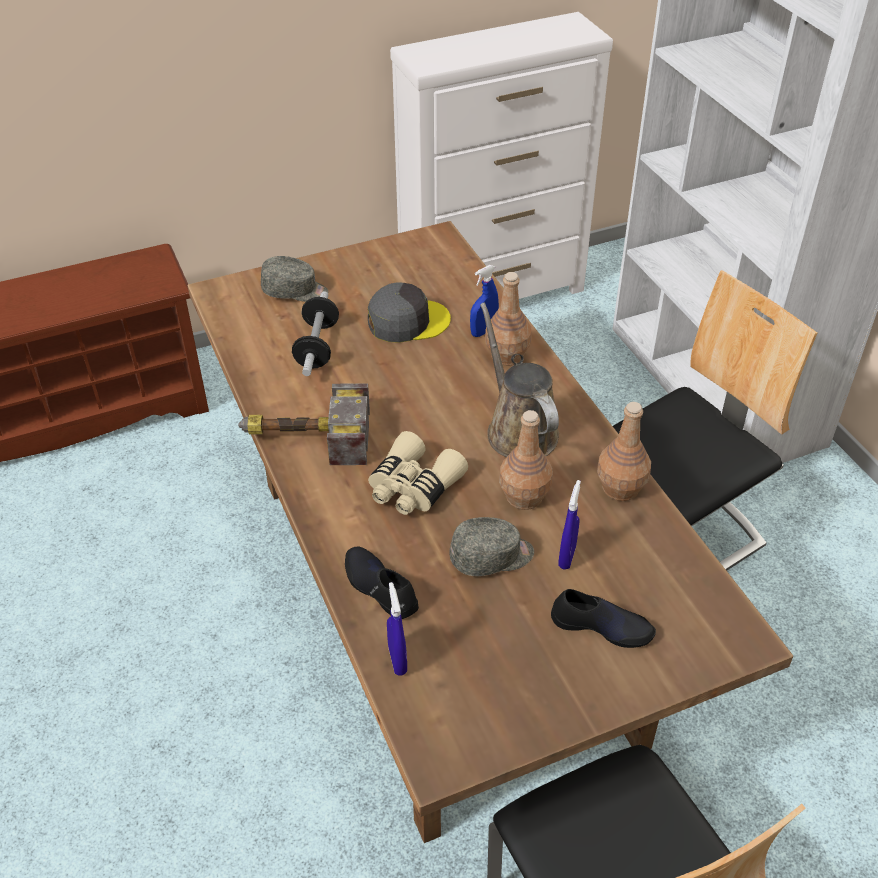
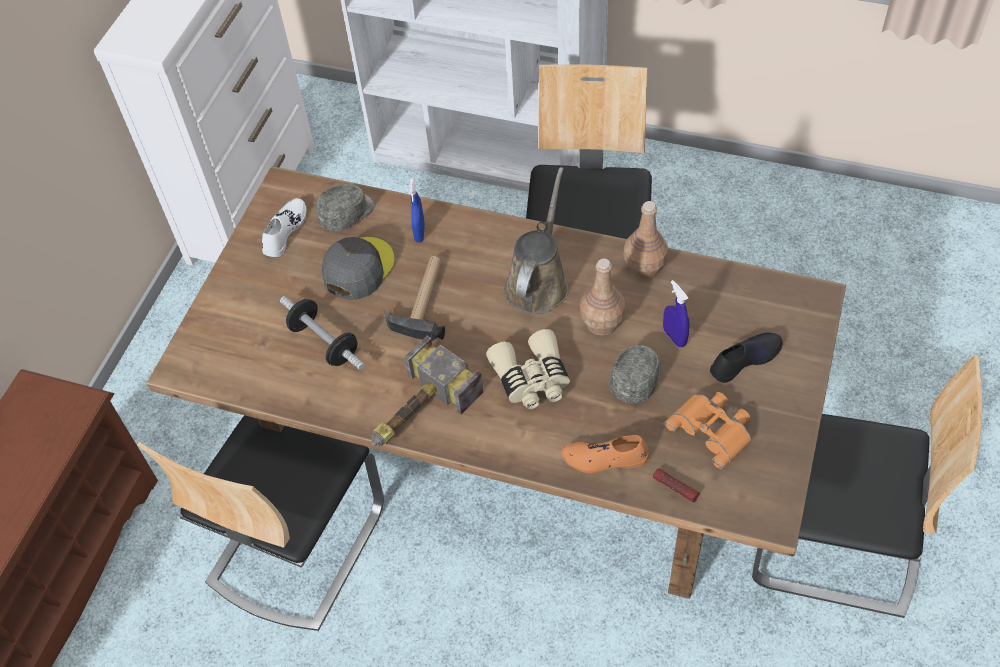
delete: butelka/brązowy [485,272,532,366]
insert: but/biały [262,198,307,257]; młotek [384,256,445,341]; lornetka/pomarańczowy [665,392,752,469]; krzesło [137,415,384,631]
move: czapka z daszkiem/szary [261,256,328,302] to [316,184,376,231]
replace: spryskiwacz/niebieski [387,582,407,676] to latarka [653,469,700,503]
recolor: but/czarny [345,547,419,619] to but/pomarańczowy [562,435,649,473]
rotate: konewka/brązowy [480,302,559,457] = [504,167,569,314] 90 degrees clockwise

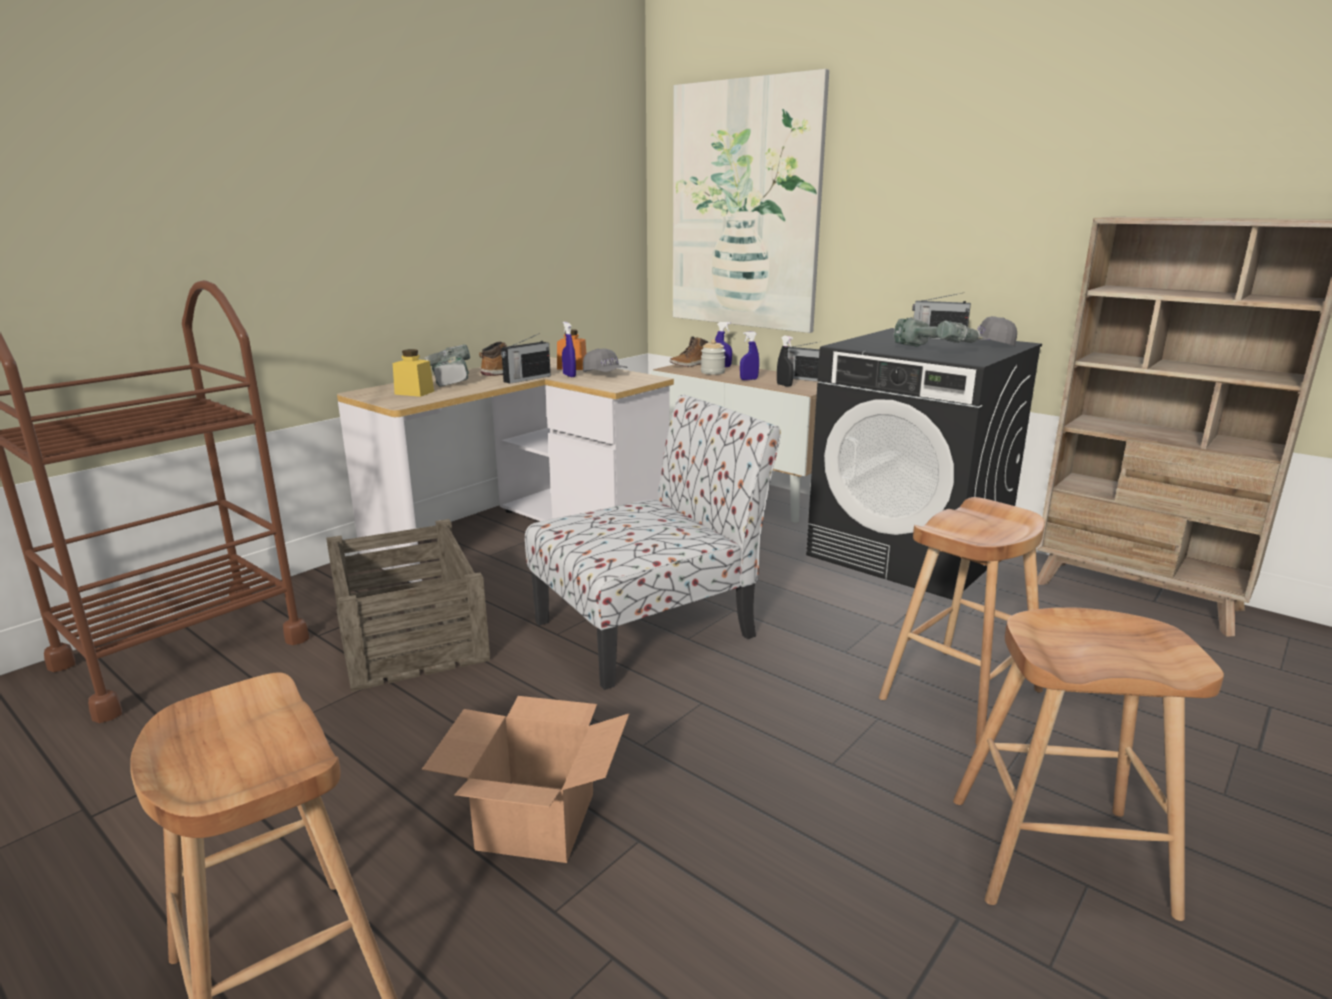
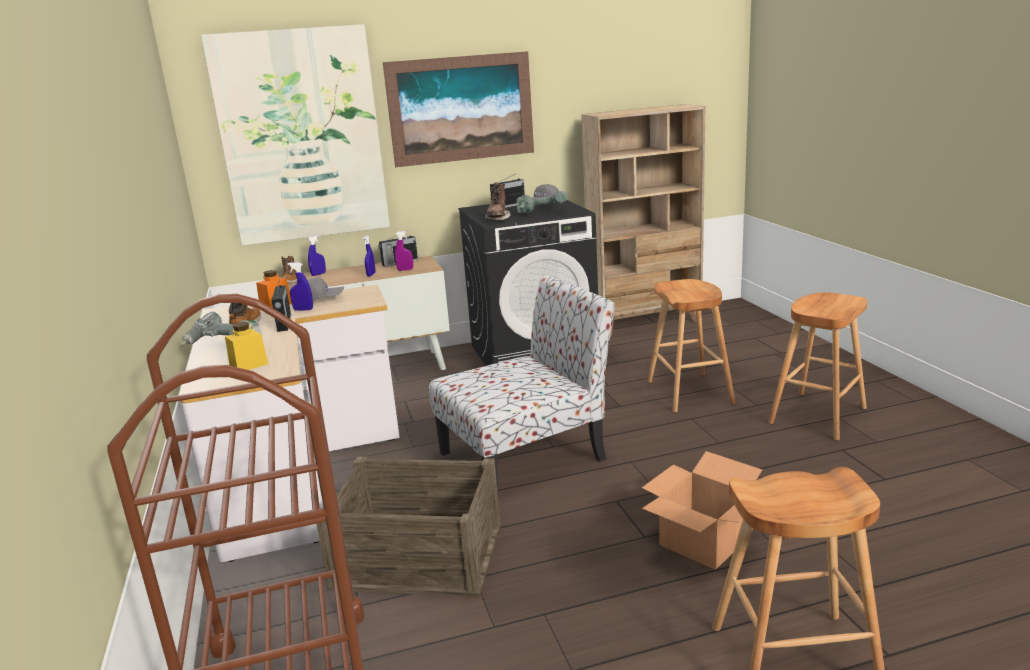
delete: słoik [701,339,726,375]
insert: obraz [383,51,534,167]; but z cholewką/brązowy [485,182,510,220]
recolor: spryskiwacz/czarny [777,336,794,387] to spryskiwacz/fioletowy [395,231,413,271]
rotate: krzesło [525,395,781,690] = [429,275,615,493] 60 degrees clockwise

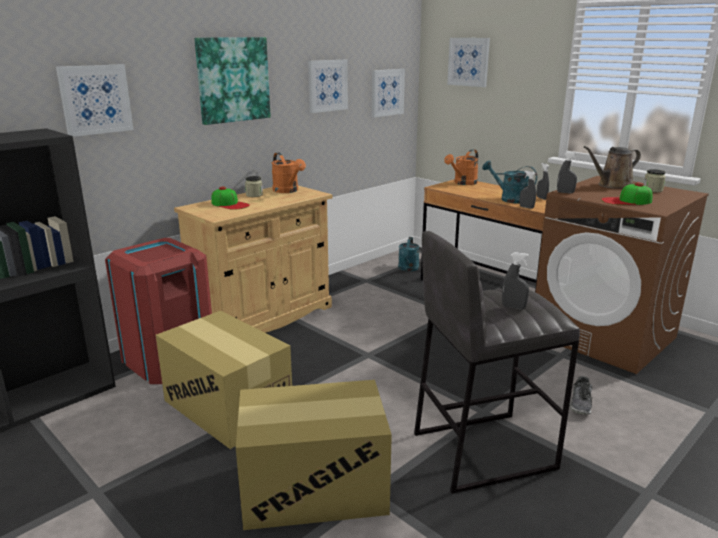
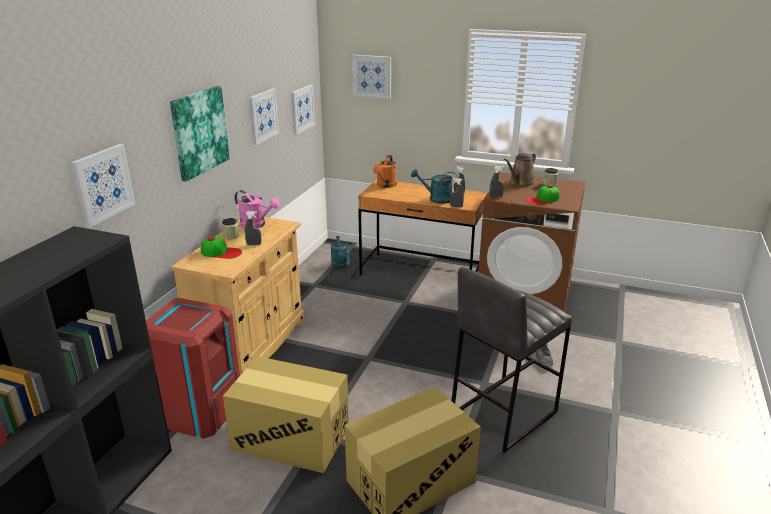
move: spryskiwacz/szary [502,252,530,309] to [245,211,261,245]
recolor: konewka/pomarańczowy [271,153,306,193] to konewka/różowy [234,190,280,228]

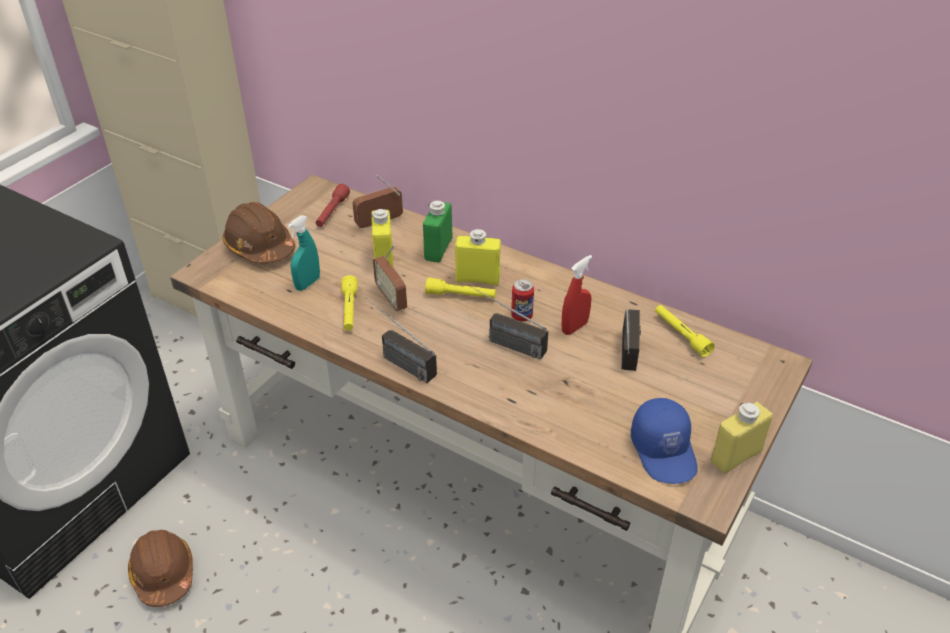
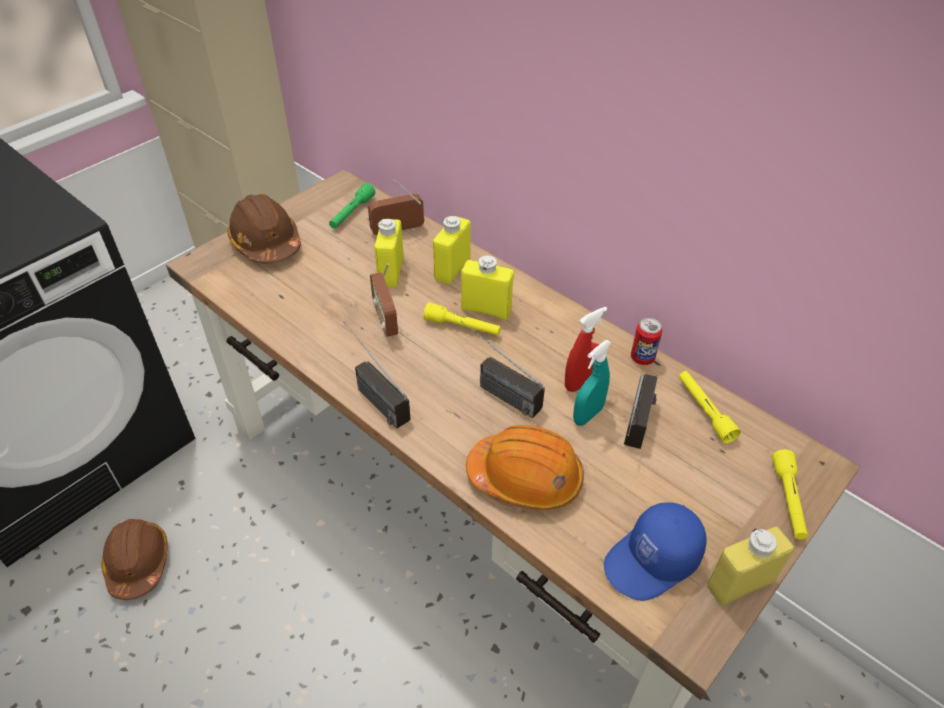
insert: kask/pomarańczowy [466,425,584,510]
move: spryskiwacz/turkusowy [287,215,320,291] to [573,340,611,426]; latarka/żółty [341,275,358,331] to [772,449,808,539]; puszka [511,279,534,321] to [631,318,662,365]
recolor: latarka/czerwony [316,184,350,227] to latarka/zielony [329,183,375,228]; butelka/zielony [423,200,453,262] to butelka/żółty [433,216,471,284]
rotate: czapka z daszkiem/niebieski [631,398,698,484] = [604,502,706,601] 60 degrees clockwise

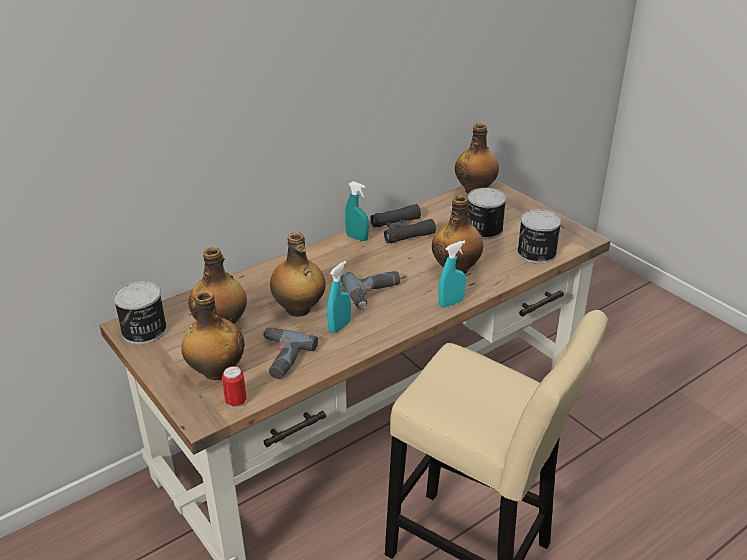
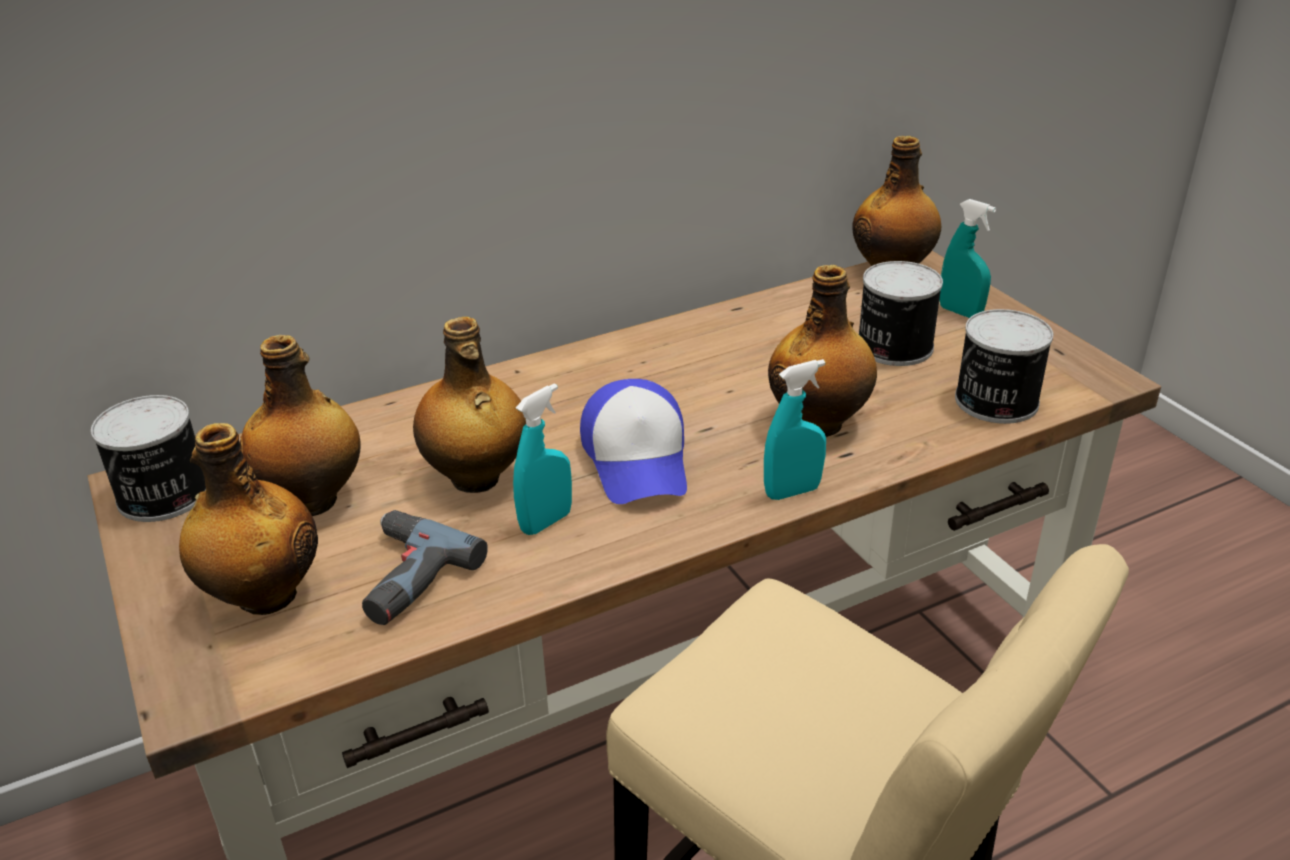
delete: lornetka/czarny [370,204,436,243]; puszka [222,366,247,408]
move: spryskiwacz/turkusowy [345,181,369,241] to [940,199,996,318]
replace: wiertarka [341,271,400,309] to czapka z daszkiem [580,379,687,504]

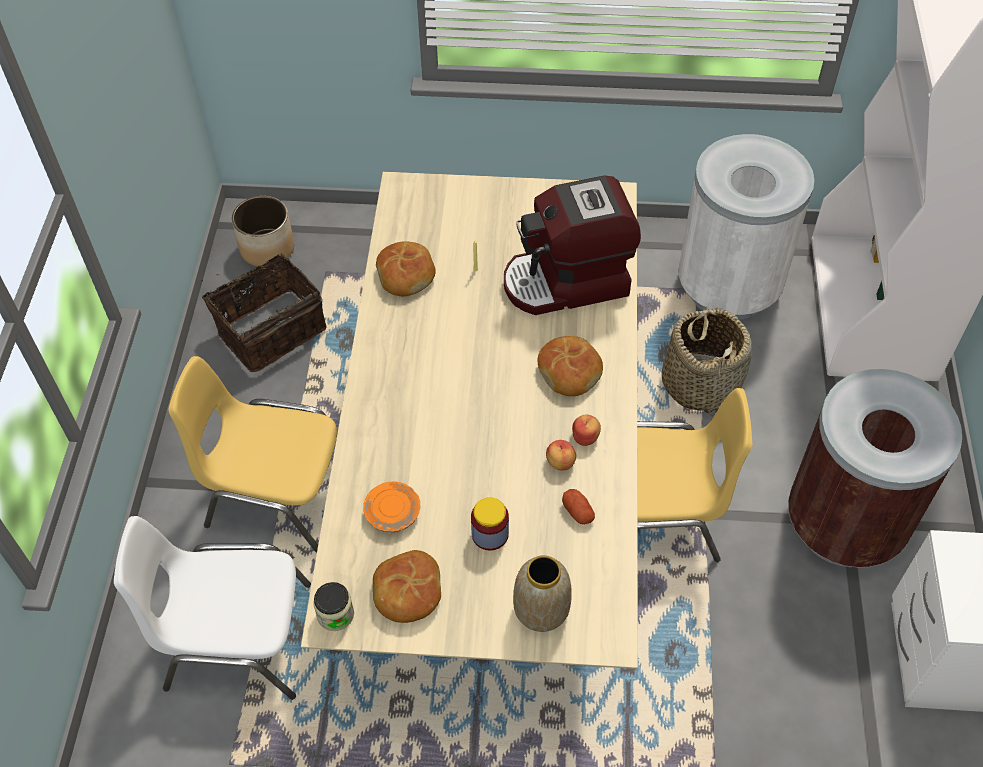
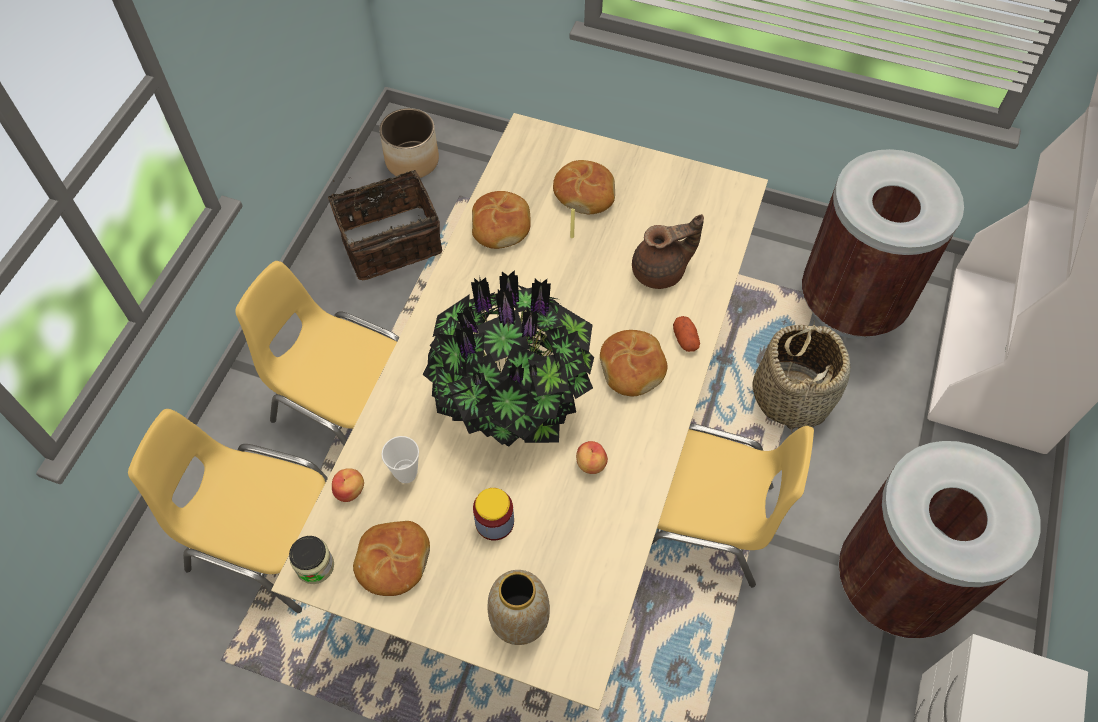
insert: chleb [553,160,615,214]; roślina doniczkowa [423,270,594,447]
move: jabłko [572,415,601,446] to [332,468,364,502]; ziemniak [562,489,595,525] to [673,316,700,352]
replace: ekspres do kawy [504,175,641,315] to imbryk/brązowy [632,214,704,289]; talerz/pomarańczowy [363,481,420,532] to filiżanka [381,436,419,483]
recolor: kosz na śmieci/biały [678,134,814,320] to kosz na śmieci/brązowy [802,149,964,339]; krzesło/biały [114,516,311,700] to krzesło/żółty [128,409,328,613]

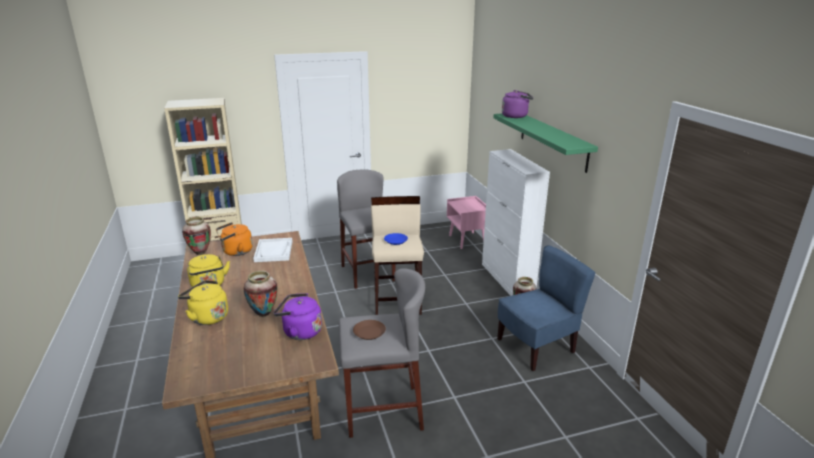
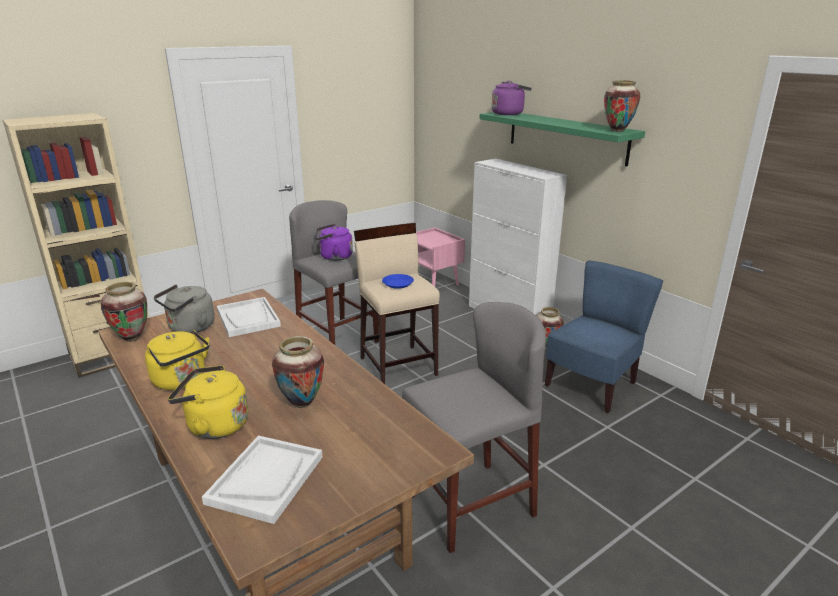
delete: talerz/brązowy [353,320,386,340]
insert: wazon [604,80,640,132]; taca/biały [202,436,322,524]
move: czajnik/fioletowy [274,293,322,340] to [316,224,353,261]
recolor: czajnik/pomarańczowy [216,222,253,256] to czajnik/szary [154,284,215,334]

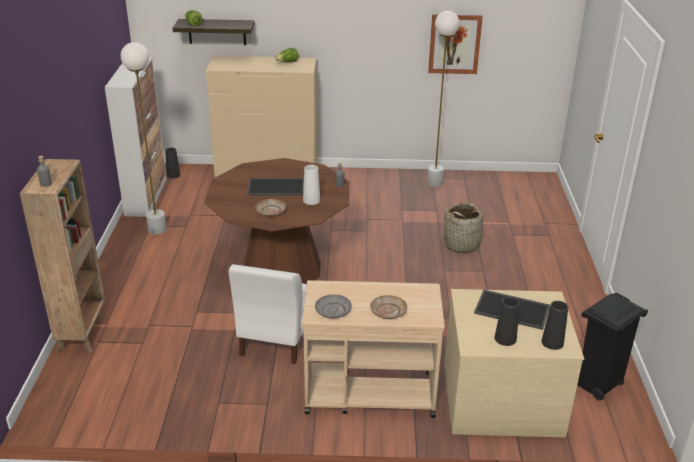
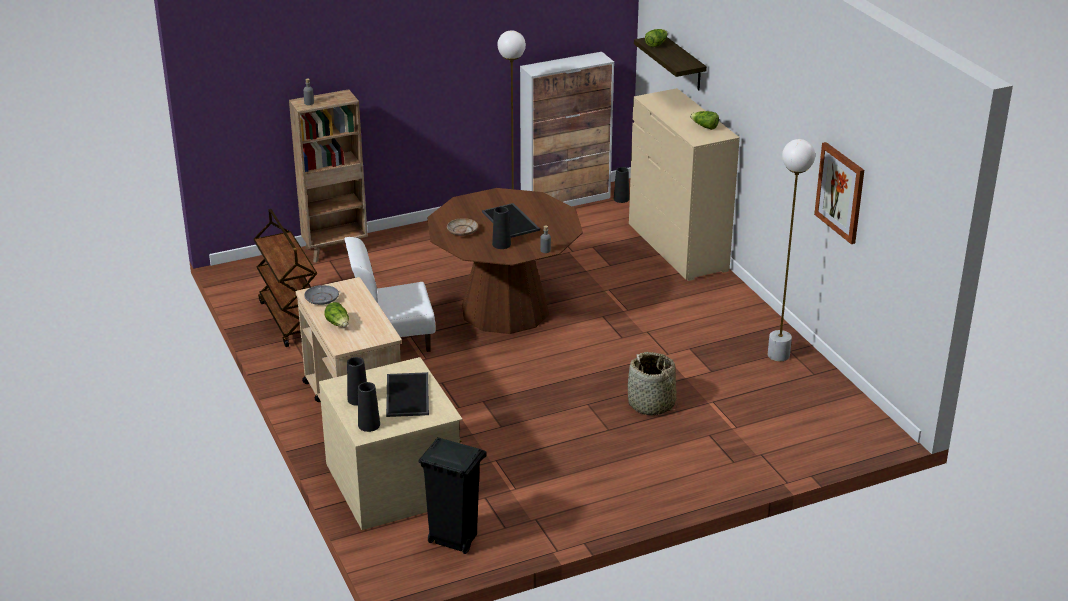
insert: wózek/brązowy [254,209,317,347]
replace: talerz/beżowy [370,295,407,319] to sałata [324,302,349,327]
recolor: wazon/biały [303,165,320,205] to wazon/czarny [492,206,511,249]

